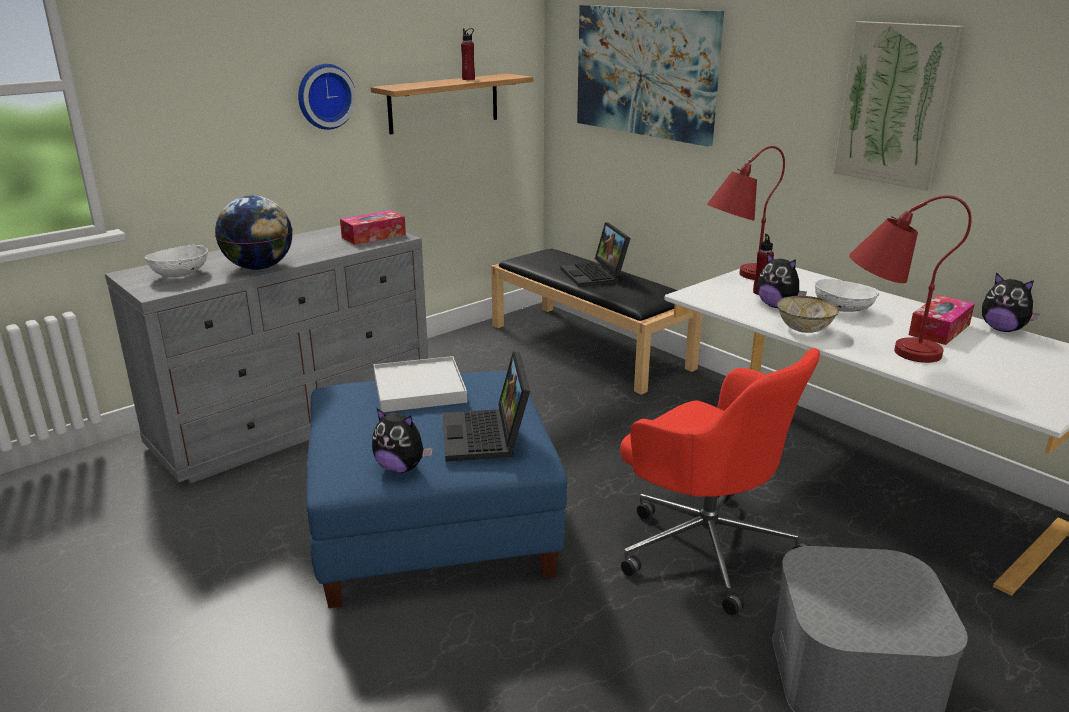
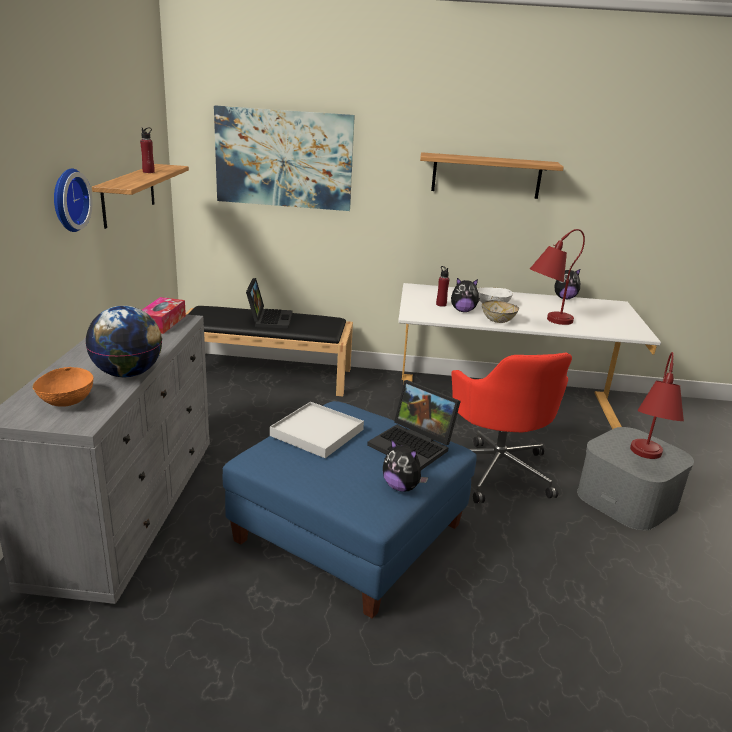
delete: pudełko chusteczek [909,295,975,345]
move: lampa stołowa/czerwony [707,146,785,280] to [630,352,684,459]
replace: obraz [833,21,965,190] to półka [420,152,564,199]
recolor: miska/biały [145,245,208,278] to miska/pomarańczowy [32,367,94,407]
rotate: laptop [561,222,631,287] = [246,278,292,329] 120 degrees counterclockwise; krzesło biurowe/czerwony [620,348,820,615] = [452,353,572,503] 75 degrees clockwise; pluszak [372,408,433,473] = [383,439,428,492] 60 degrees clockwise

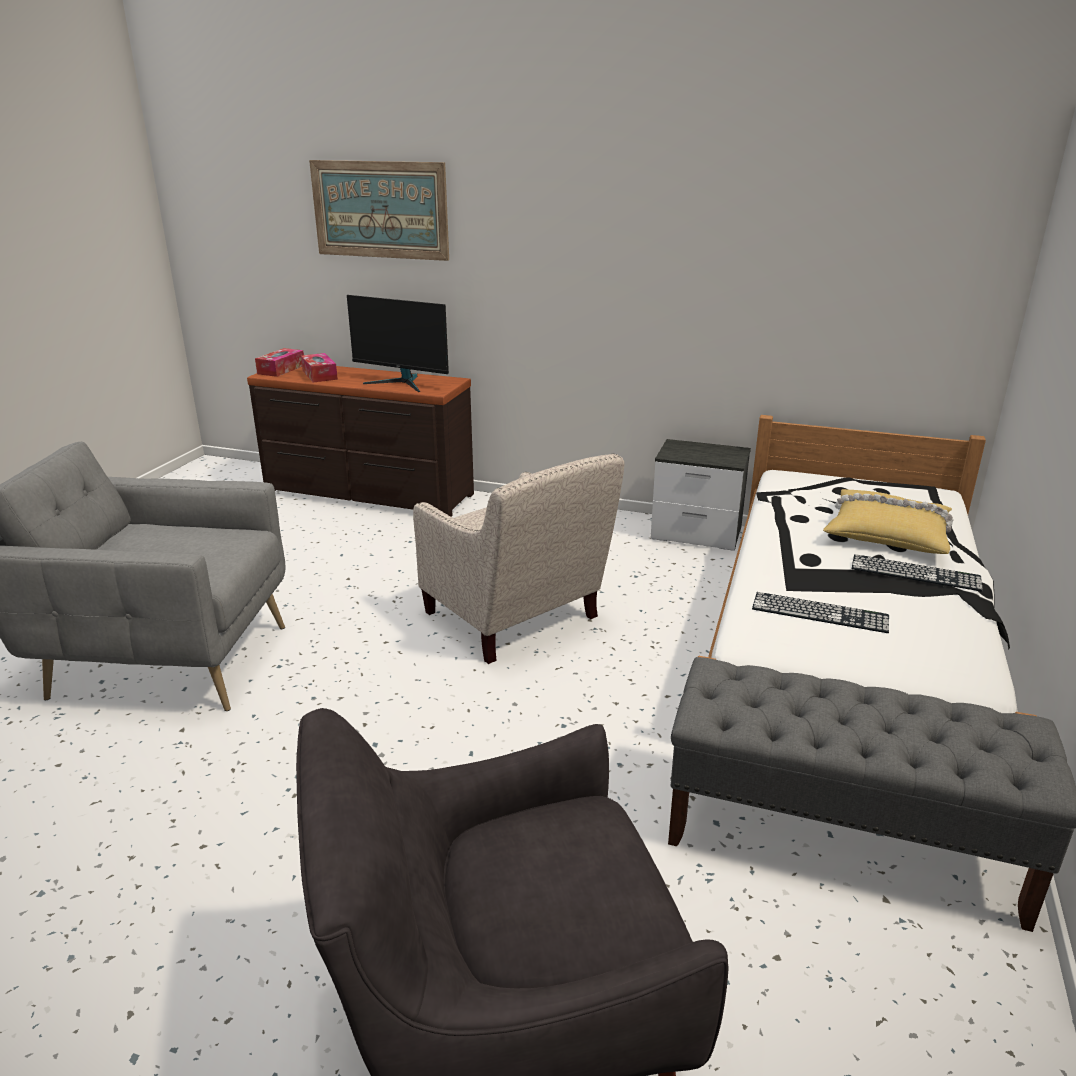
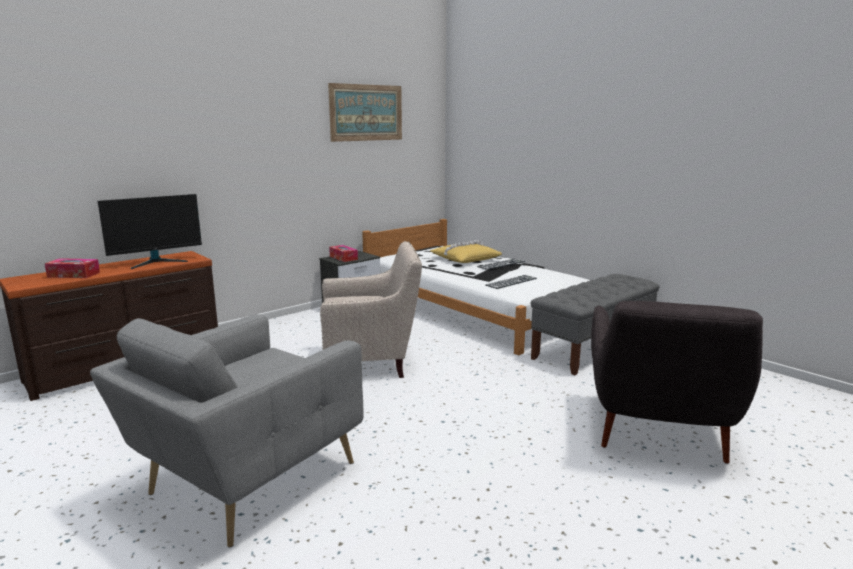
move: obraz [309,160,449,261] to [328,83,402,142]; pudełko chusteczek [255,348,304,377] to [329,245,358,262]

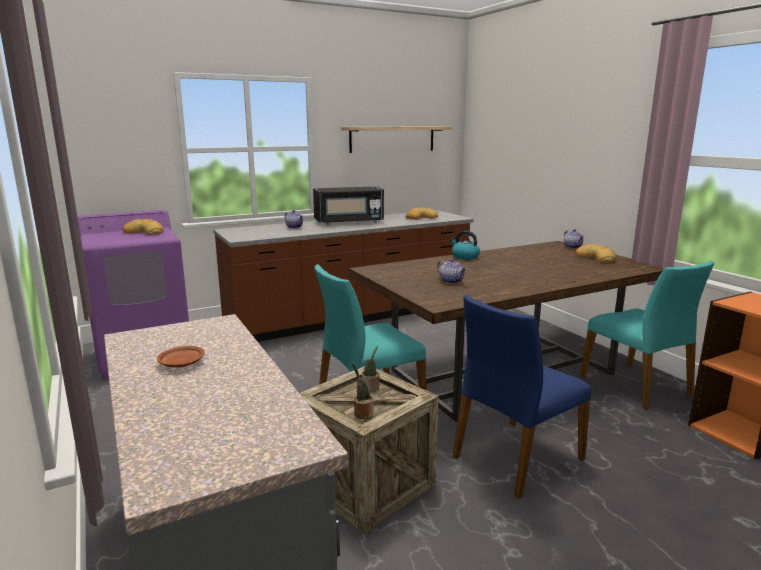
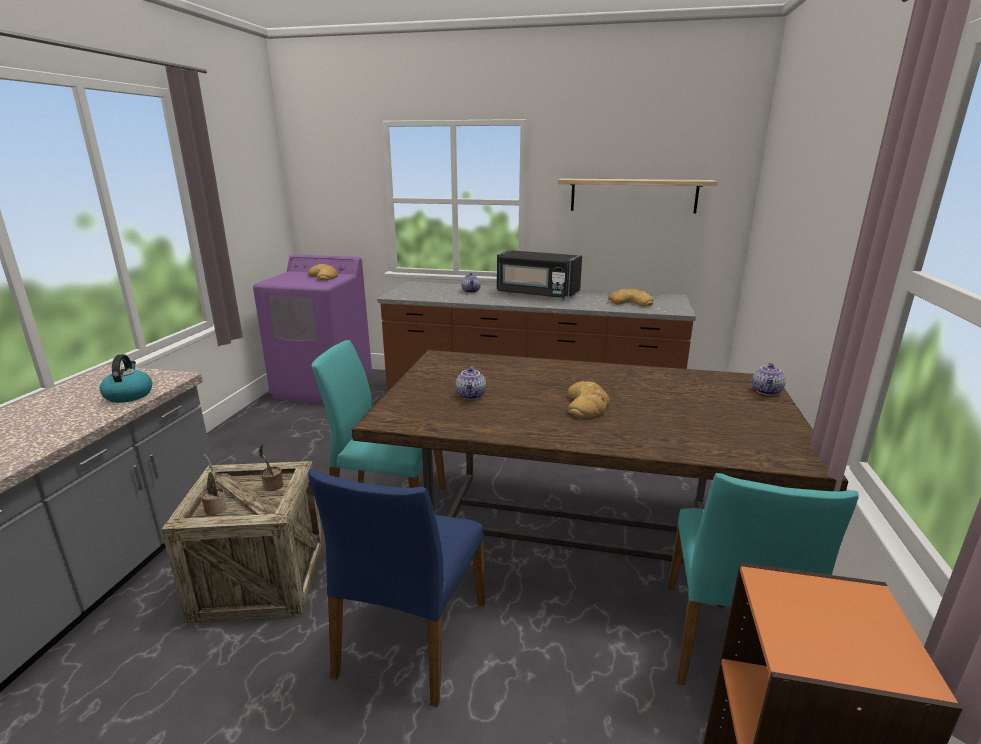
delete: talerz/brązowy [157,346,205,368]
move: czajnik [450,231,480,260] to [99,354,152,403]; chleb [576,244,616,263] to [568,381,610,418]
rotate: krzesło/niebieski [453,295,591,499] = [308,469,485,707] 75 degrees counterclockwise

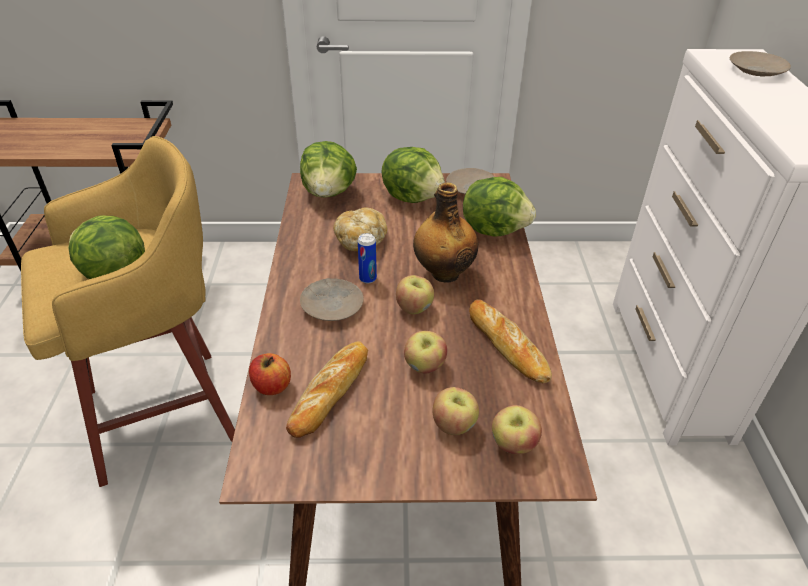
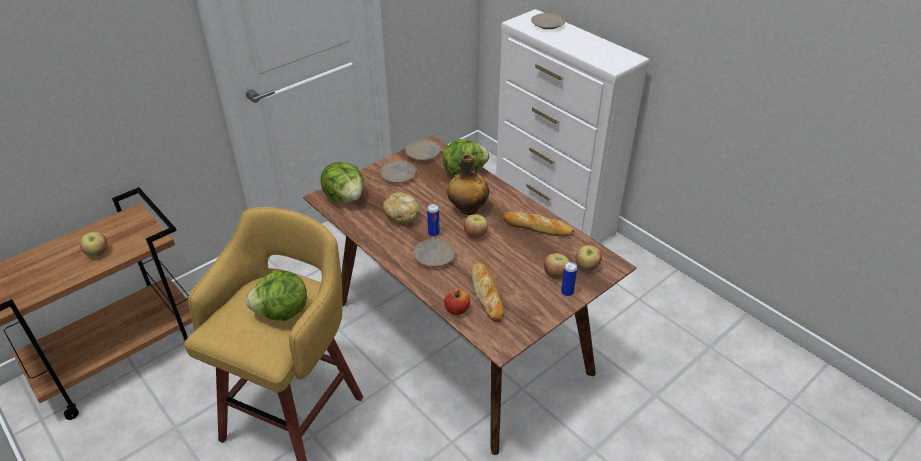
insert: puszka [561,262,577,296]
move: jabłko [404,331,447,374] to [80,232,108,257]
replace: sałata [381,147,445,203] to talerz/beżowy [380,160,416,183]

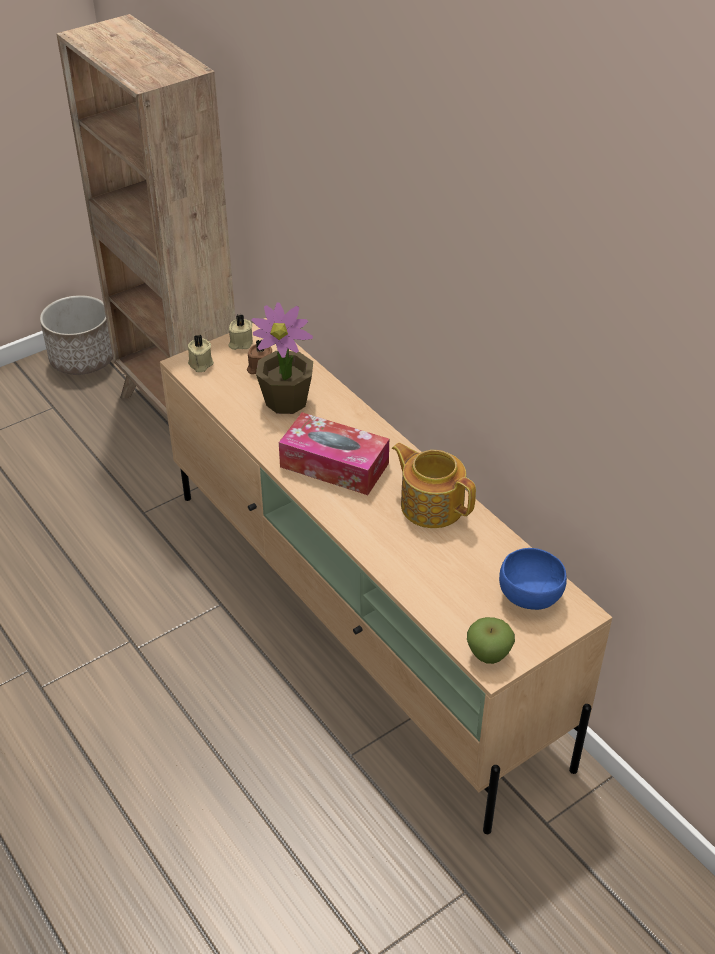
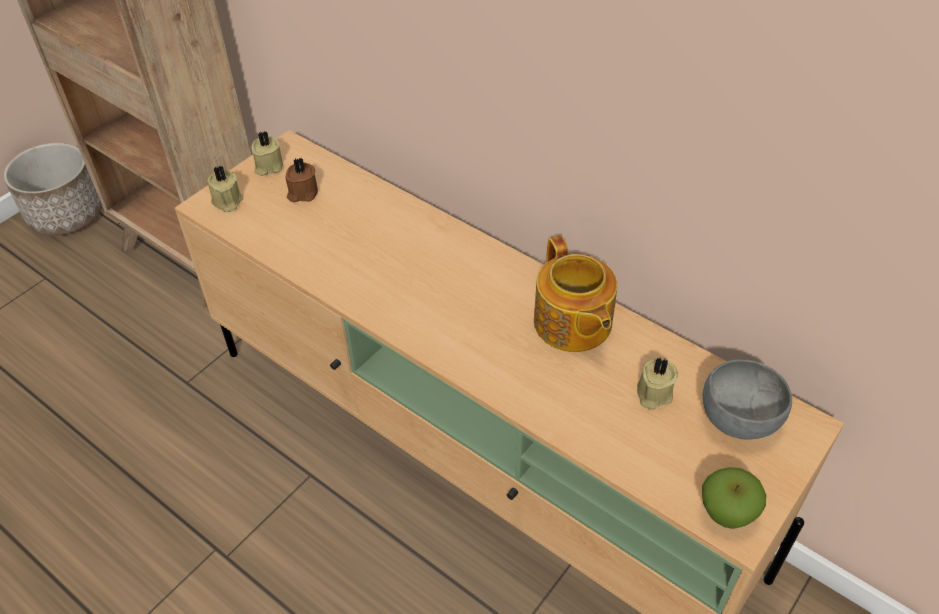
delete: roślina doniczkowa [251,303,313,414]; pudełko chusteczek [279,412,389,495]
insert: świeca/beżowy [637,358,678,410]
recolor: miska/niebieski [499,548,567,610] to miska/szary [703,359,792,440]
rotate: imbryk [392,443,476,528] = [534,235,617,352] 135 degrees counterclockwise

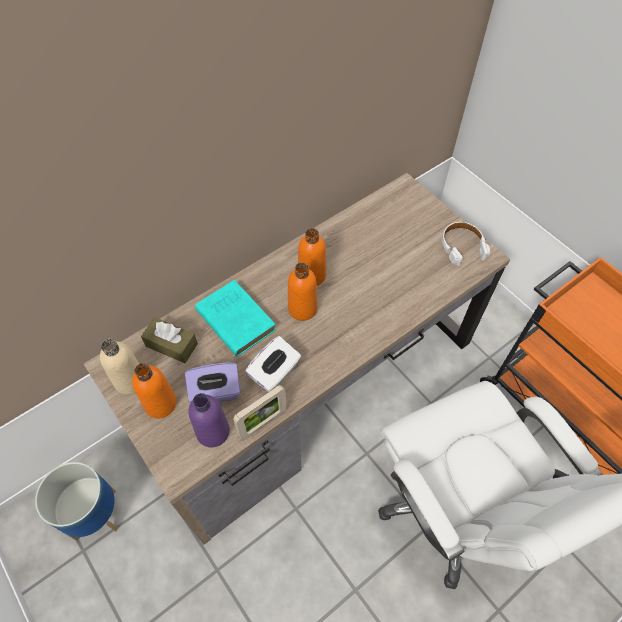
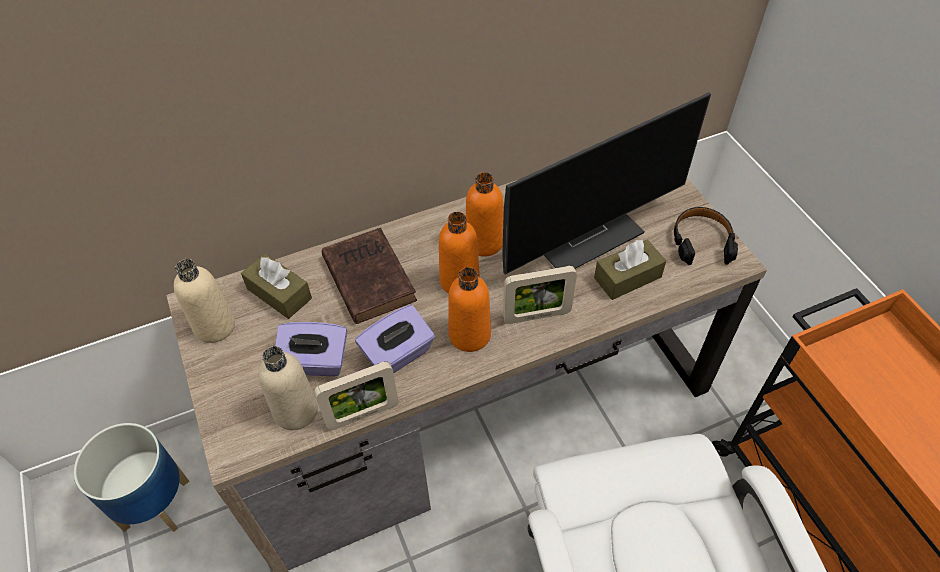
insert: monitor [502,92,711,274]; pudełko chusteczek/brązowy [594,240,666,300]; ramka na zdjęcie [503,266,577,324]
move: butelka/pomarańczowy [132,363,177,418] to [448,267,491,352]
recolor: słuchawki/biały [442,222,490,266] to słuchawki/czarny [674,207,738,265]; książka/turkusowy [195,280,276,357] to książka/brązowy [322,228,417,324]; pudełko chusteczek/biały [245,336,301,392] to pudełko chusteczek/fioletowy [355,305,435,373]; butelka/fioletowy [189,393,230,447] to butelka/beżowy [258,346,318,430]

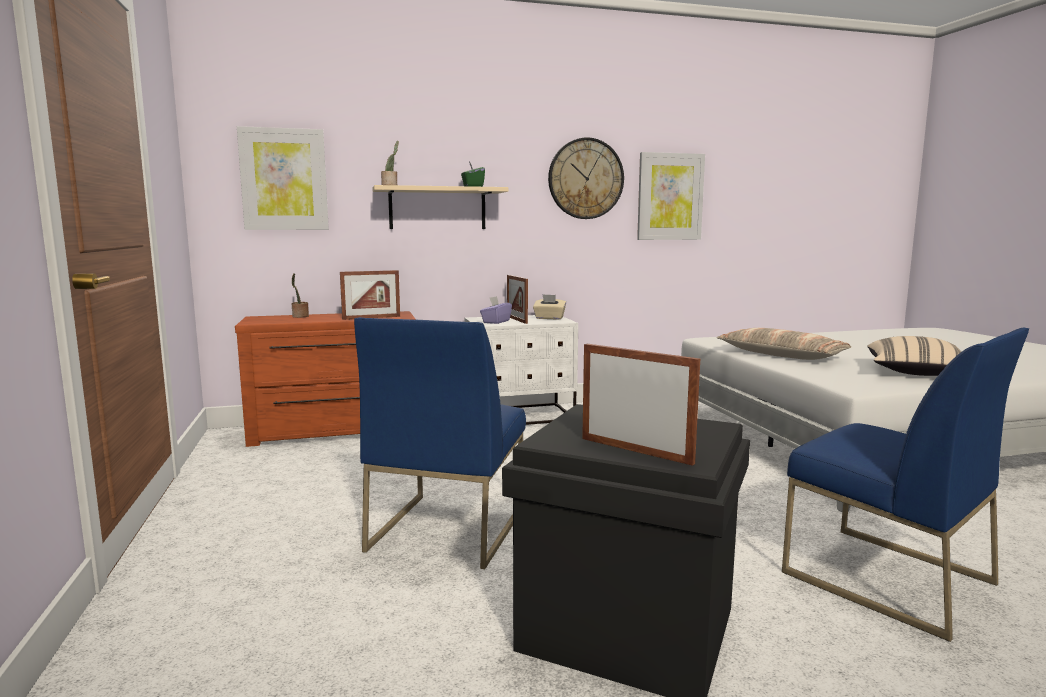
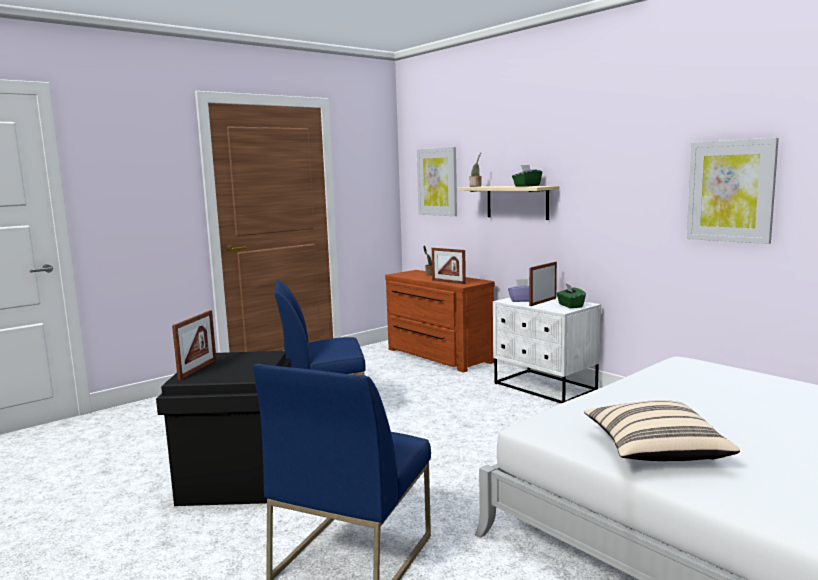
delete: zegar ścienny [548,138,624,219]; poduszka [717,328,851,360]
recolor: pudełko chusteczek/beżowy [533,294,566,320] to pudełko chusteczek/zielony [556,284,586,308]

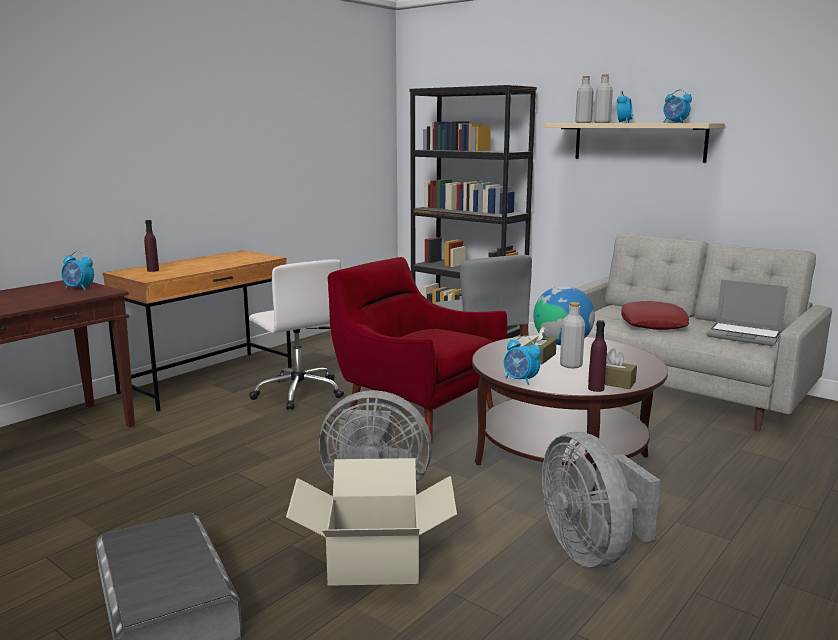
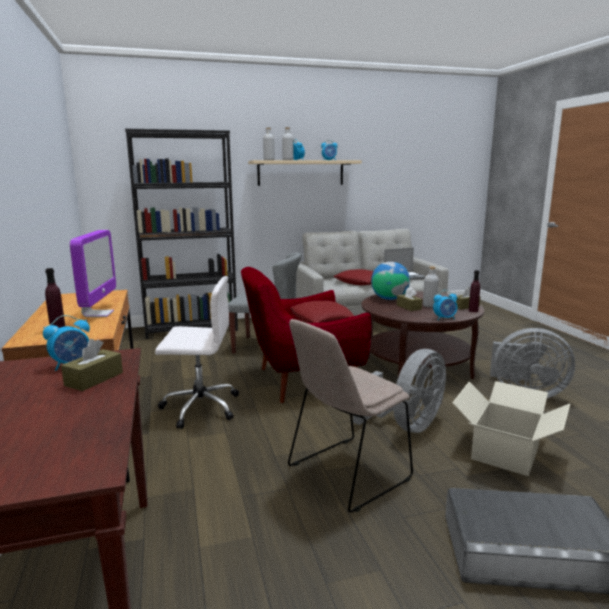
insert: monitor [70,230,116,317]; poduszka/czerwony [290,301,354,323]; krzesło/beżowy [288,319,413,513]; pudełko chusteczek/brązowy [61,339,123,391]

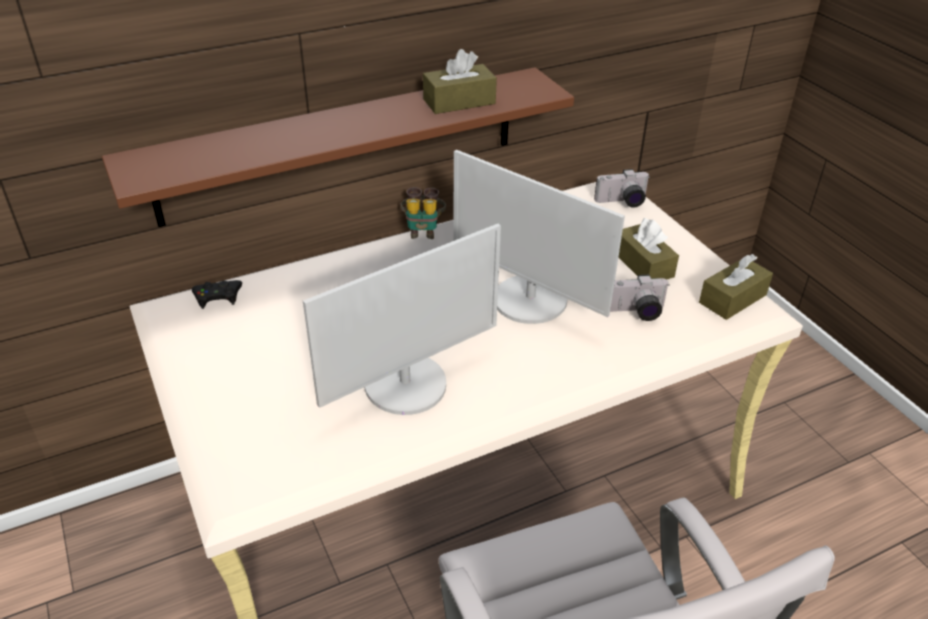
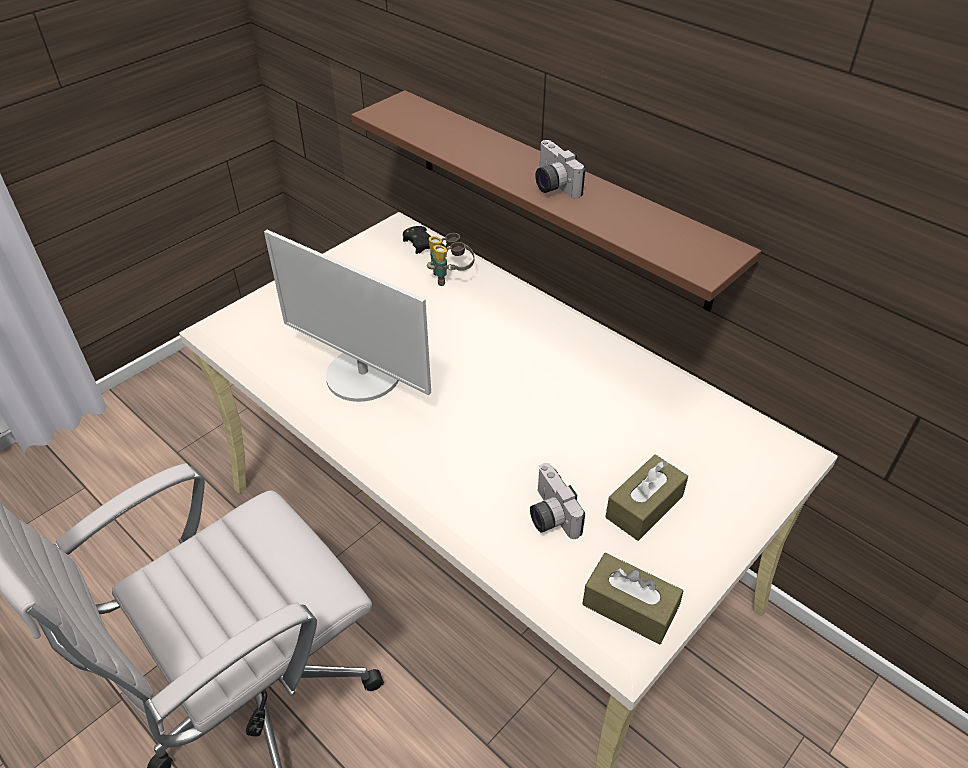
delete: pudełko chusteczek/brązowy [423,49,497,114]; monitor [453,149,625,324]
move: aparat fotograficzny [594,169,650,208] to [535,140,585,198]; lornetka [401,187,446,239] to [427,233,474,286]

